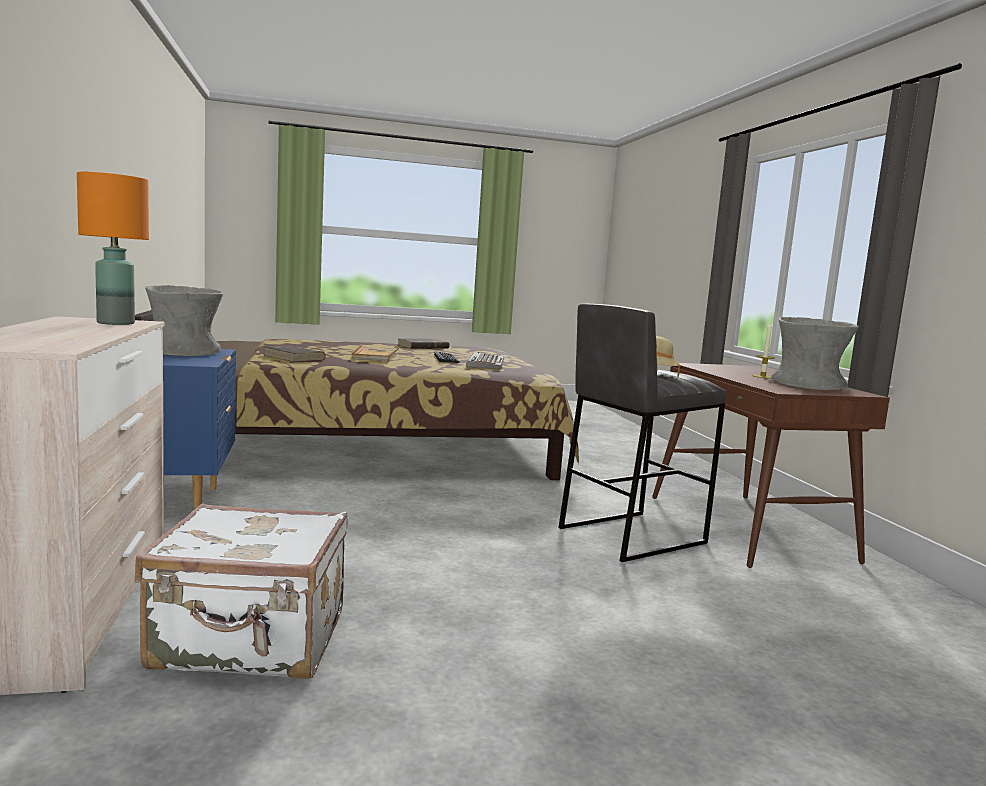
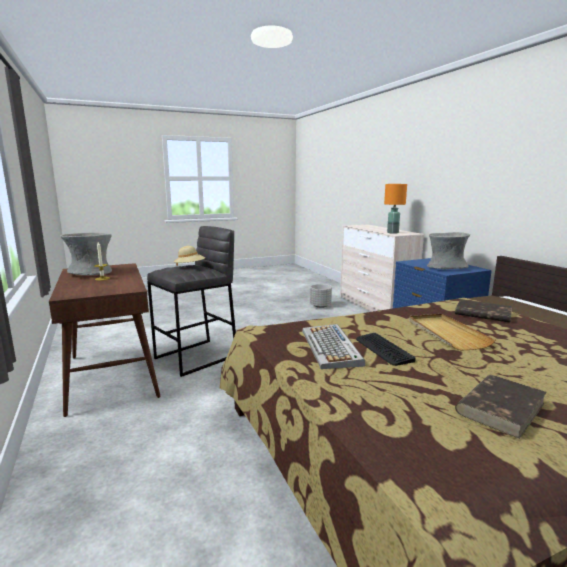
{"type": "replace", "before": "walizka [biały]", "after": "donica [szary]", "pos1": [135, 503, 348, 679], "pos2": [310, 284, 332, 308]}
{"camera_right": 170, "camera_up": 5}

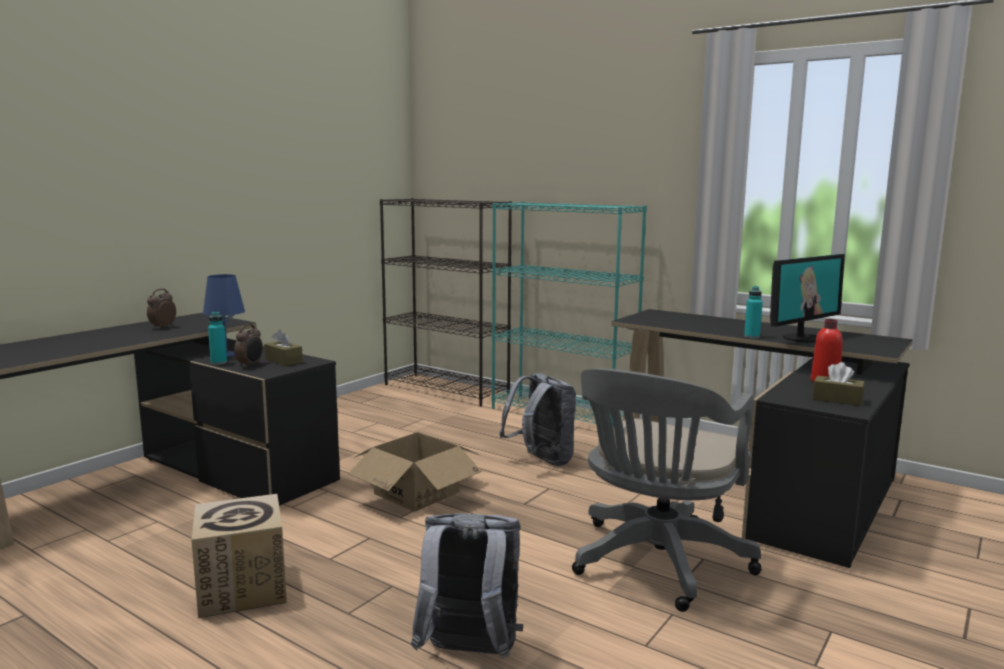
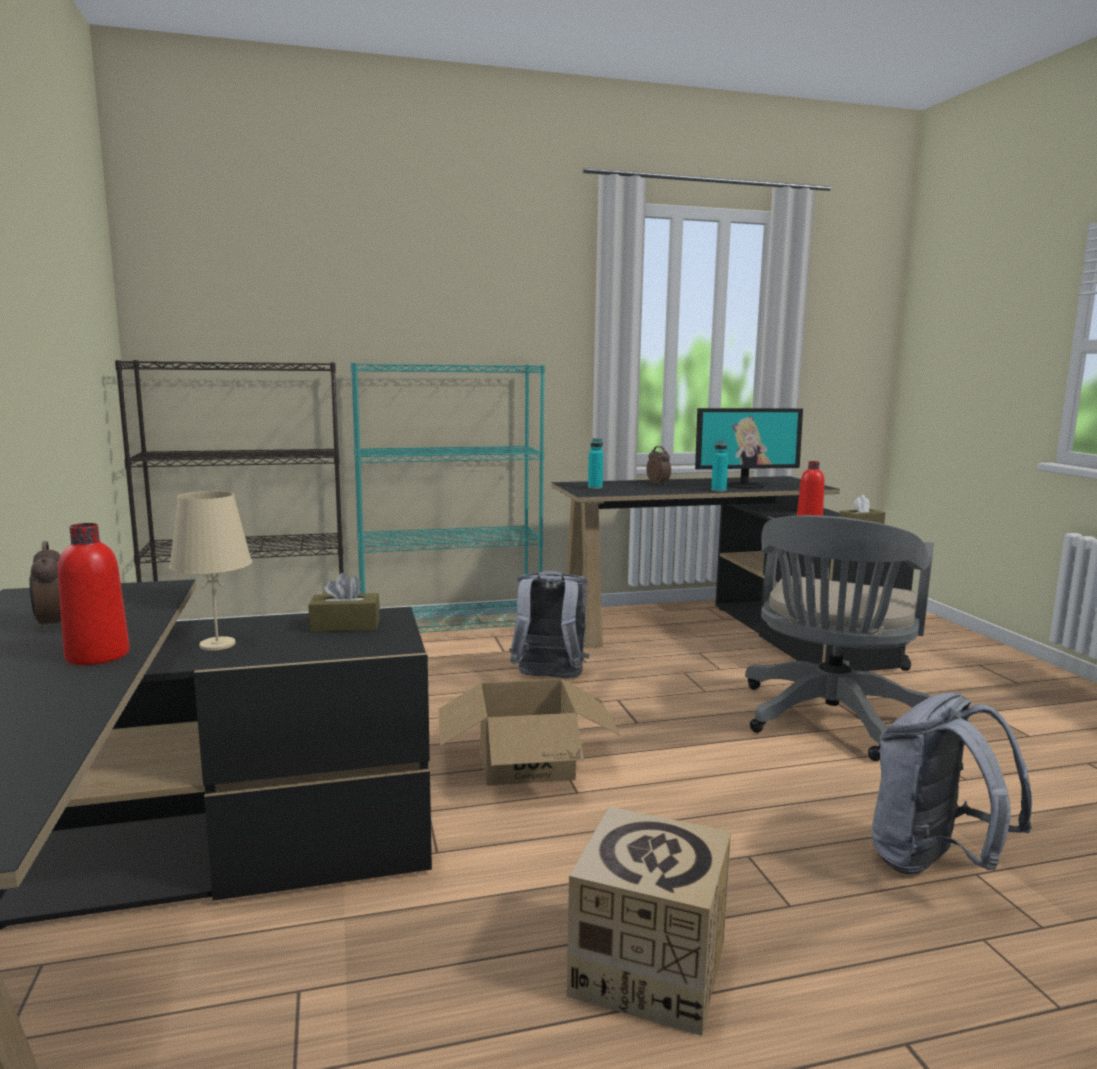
{"type": "rotate", "before": "monitor", "pos1": [770, 254, 845, 343], "pos2": [695, 408, 803, 489], "turn": 75}
{"type": "recolor", "before": "lampa stołowa [niebieski]", "after": "lampa stołowa [beżowy]", "pos1": [203, 274, 245, 357], "pos2": [169, 491, 252, 651]}
{"type": "move", "before": "butelka [turkusowy]", "pos1": [208, 312, 227, 365], "pos2": [588, 438, 604, 489]}
{"type": "move", "before": "budzik", "pos1": [234, 324, 263, 368], "pos2": [646, 446, 671, 486]}
{"type": "rotate", "before": "krzesło biurowe [szary]", "pos1": [572, 369, 762, 612], "pos2": [745, 515, 934, 761], "turn": 45}
{"type": "insert", "after": "butelka [czerwony]", "pos2": [58, 523, 130, 665]}
{"camera_right": -50, "camera_up": 0}

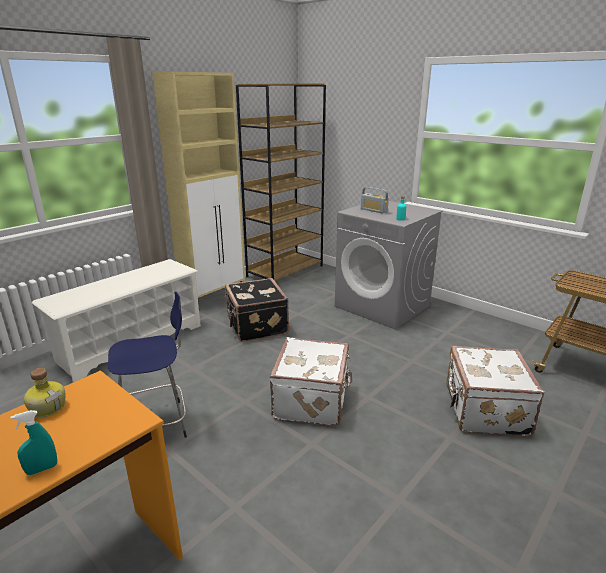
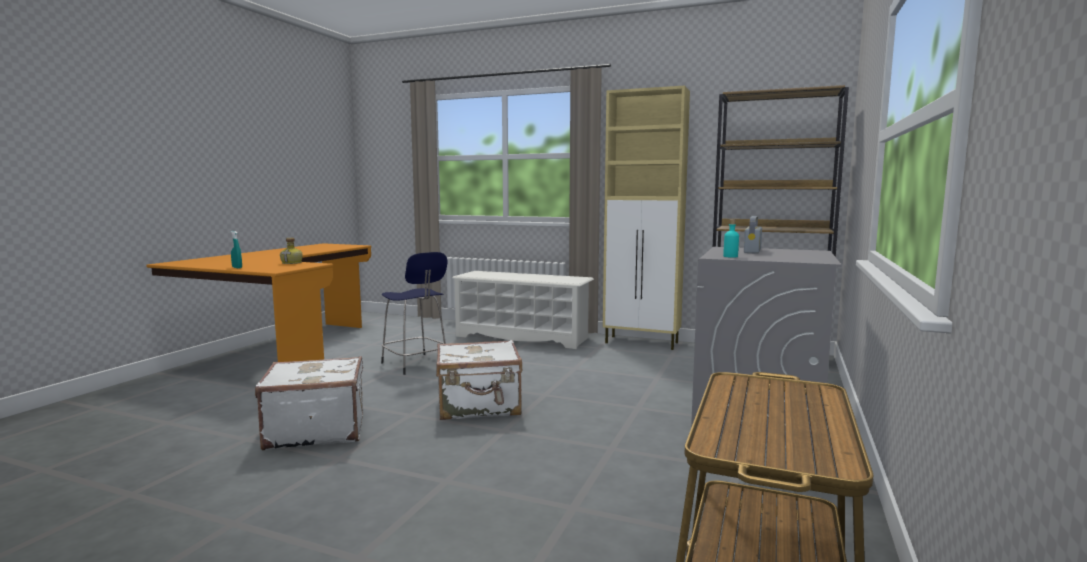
{"type": "delete", "before": "walizka [czarny]", "pos1": [225, 278, 289, 342]}
{"type": "move", "before": "walizka [biały]", "pos1": [446, 346, 544, 437], "pos2": [255, 356, 363, 451]}
{"camera_right": 70, "camera_up": -15}

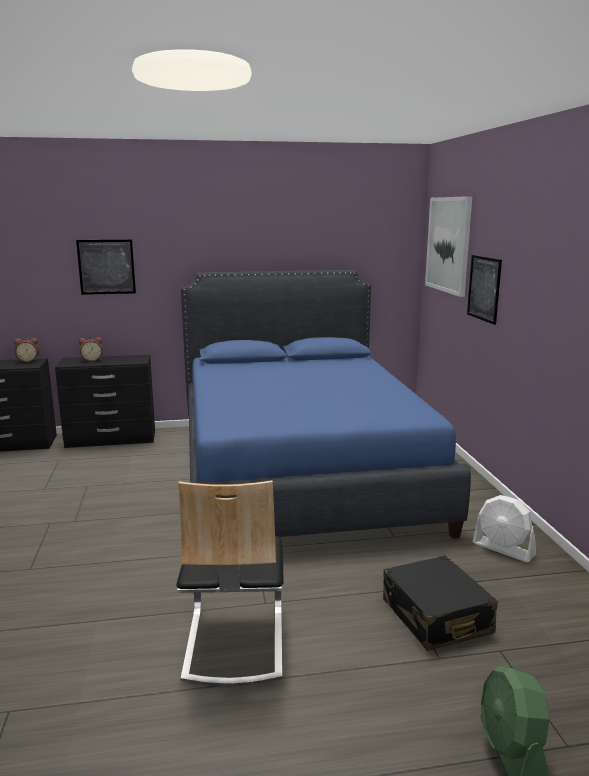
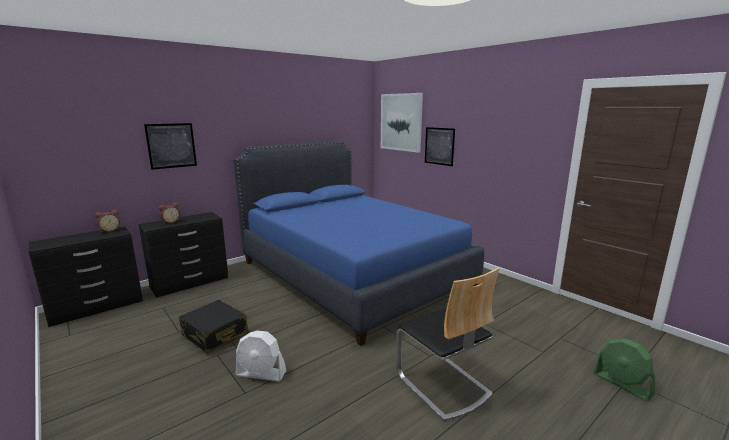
{"type": "move", "before": "wentylator [biały]", "pos1": [473, 495, 536, 562], "pos2": [235, 331, 286, 381]}
{"type": "move", "before": "walizka [czarny]", "pos1": [383, 555, 498, 651], "pos2": [179, 300, 249, 354]}
{"camera_right": -30, "camera_up": 0}

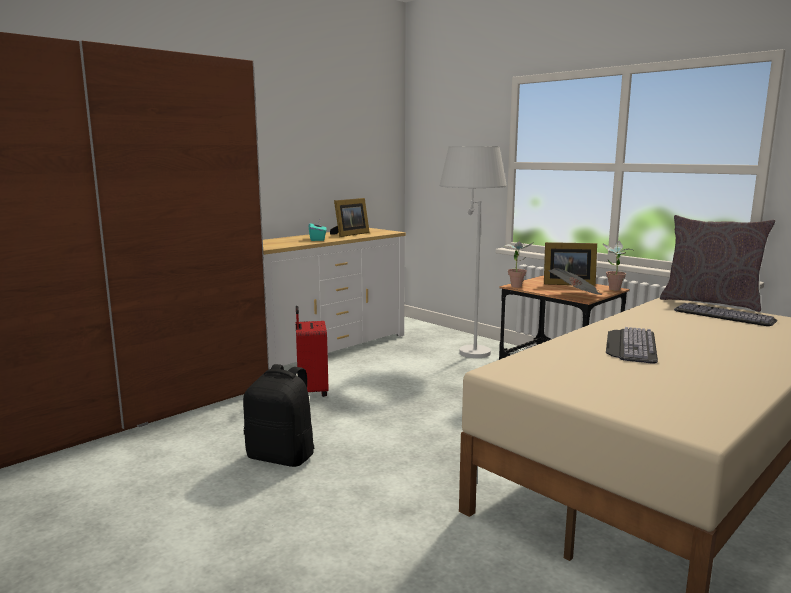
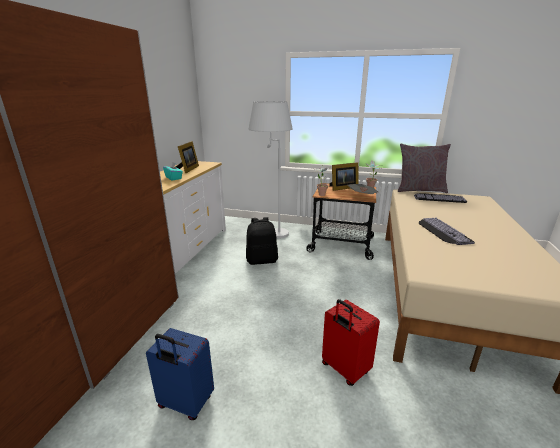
{"type": "move", "before": "walizka [czerwony]", "pos1": [295, 306, 329, 397], "pos2": [322, 299, 380, 386]}
{"type": "move", "before": "plecak [czarny]", "pos1": [243, 364, 315, 467], "pos2": [246, 217, 278, 265]}
{"type": "insert", "after": "walizka [niebieski]", "pos2": [146, 328, 214, 420]}
{"camera_right": -30, "camera_up": 10}

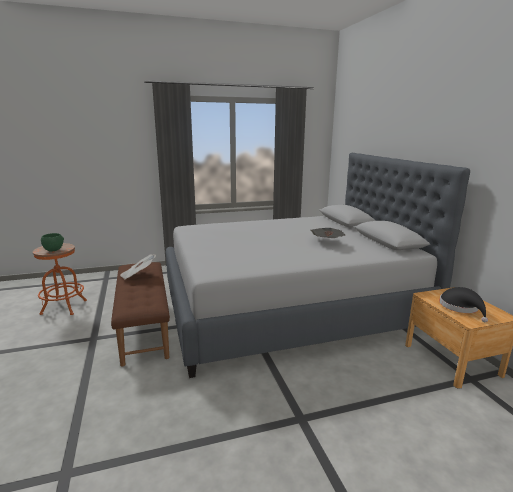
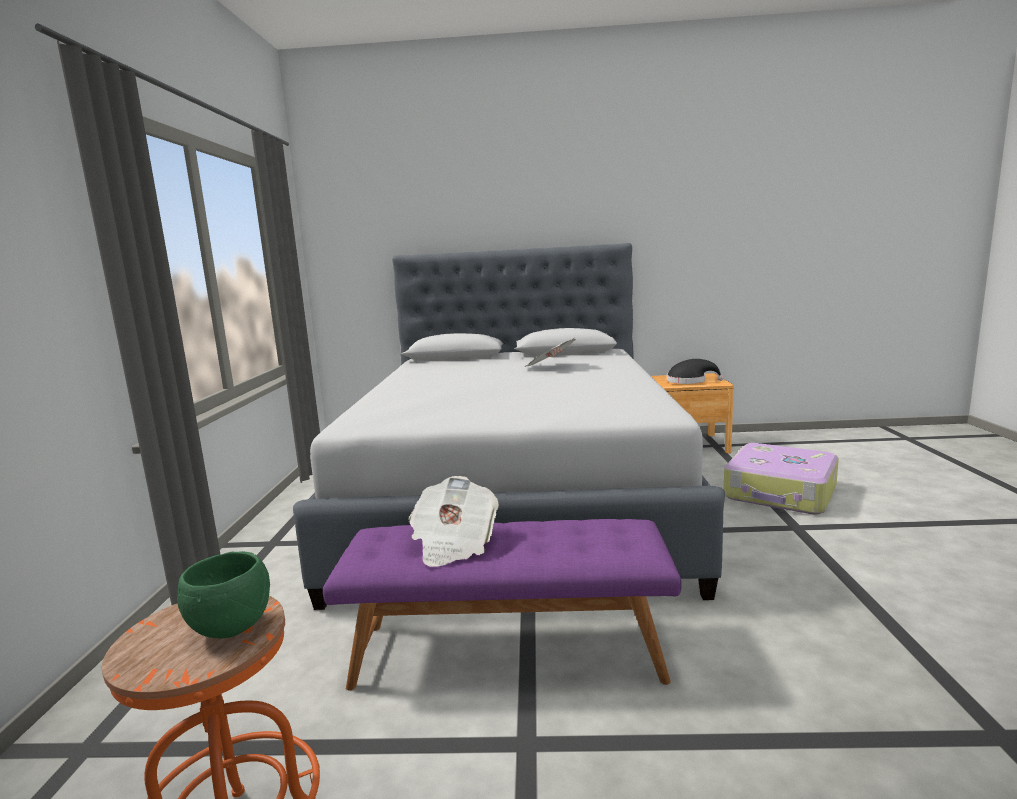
{"type": "recolor", "before": "ławka [brązowy]", "after": "ławka [fioletowy]", "pos1": [111, 262, 170, 366], "pos2": [323, 519, 682, 691]}
{"type": "insert", "after": "walizka", "pos2": [724, 443, 839, 515]}
{"camera_right": -70, "camera_up": -5}

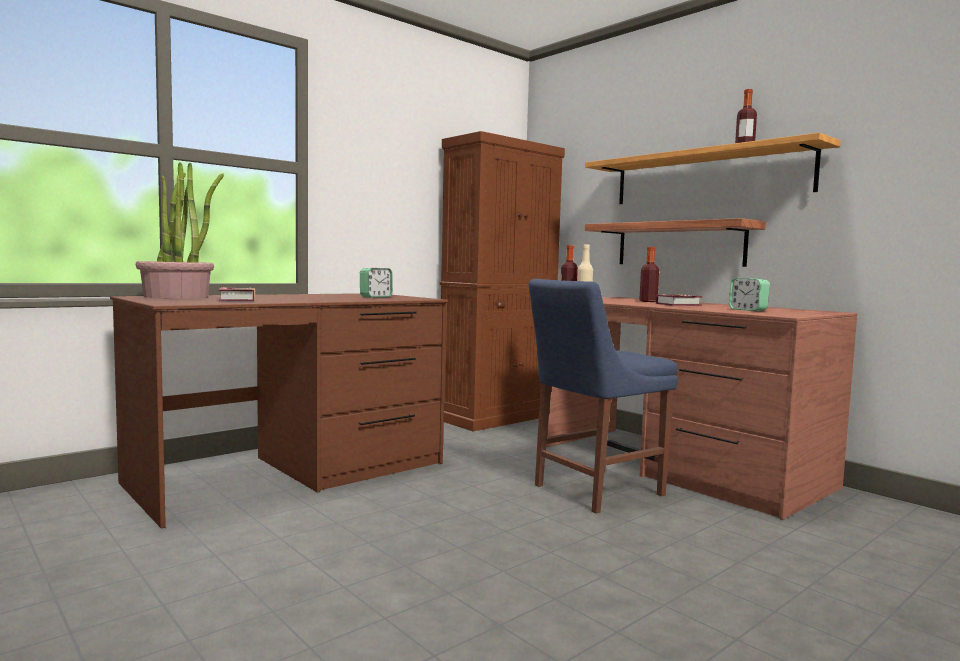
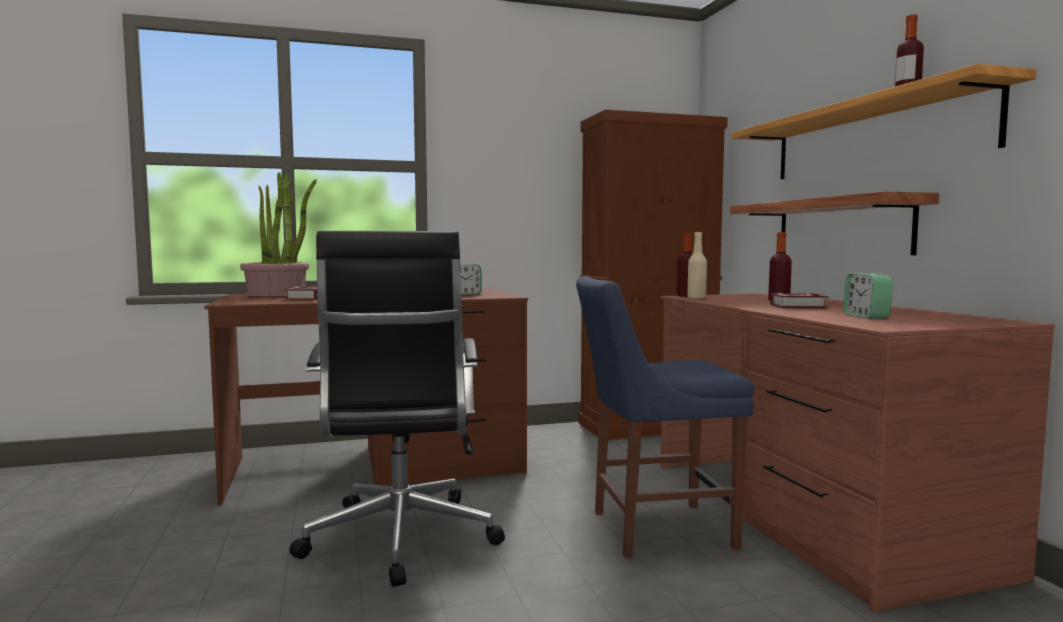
{"type": "insert", "after": "krzesło biurowe [czarny]", "pos2": [289, 231, 505, 587]}
{"camera_right": 25, "camera_up": 0}

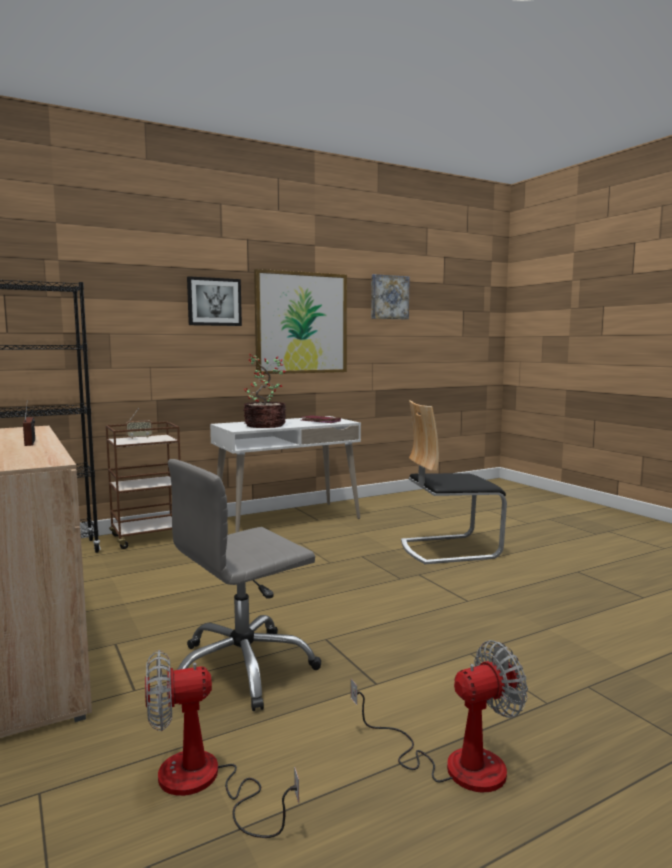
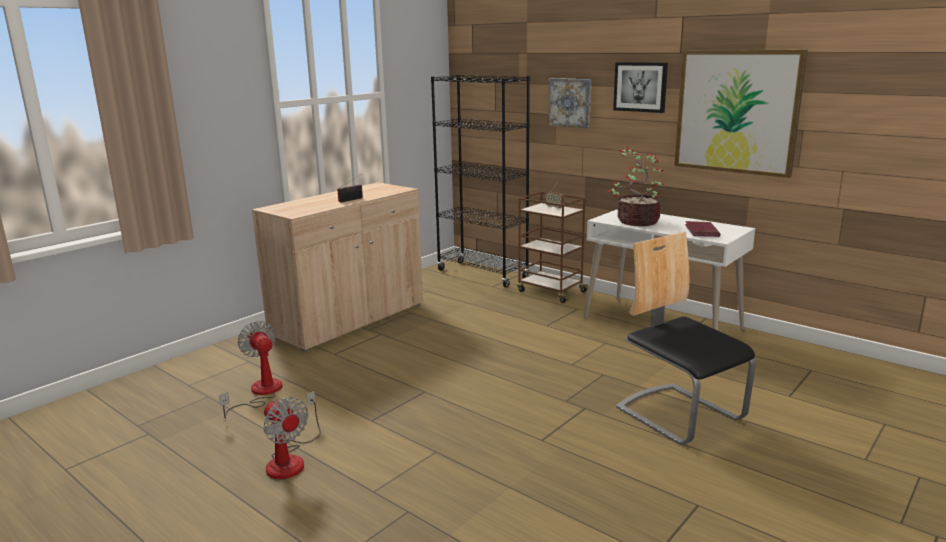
{"type": "move", "before": "obraz", "pos1": [371, 274, 410, 319], "pos2": [548, 78, 591, 128]}
{"type": "delete", "before": "krzesło biurowe [szary]", "pos1": [168, 459, 321, 711]}
{"camera_right": 70, "camera_up": 10}

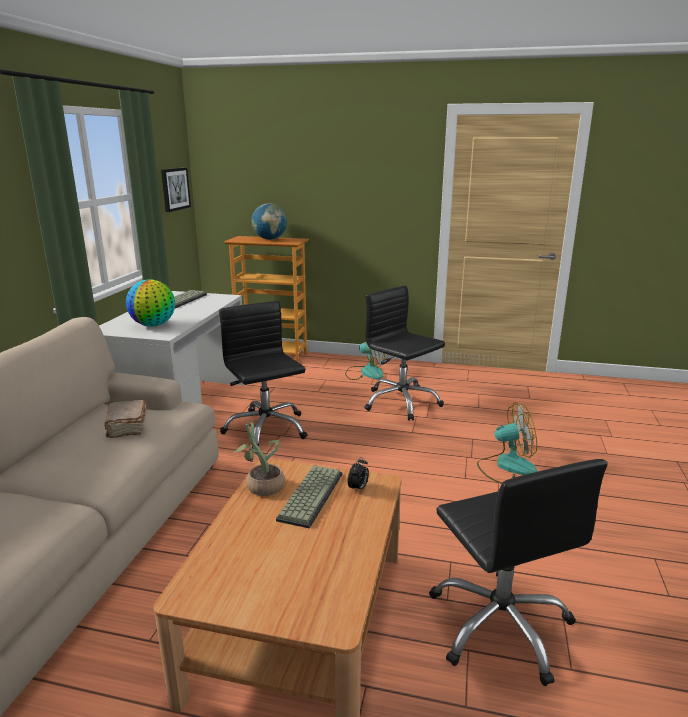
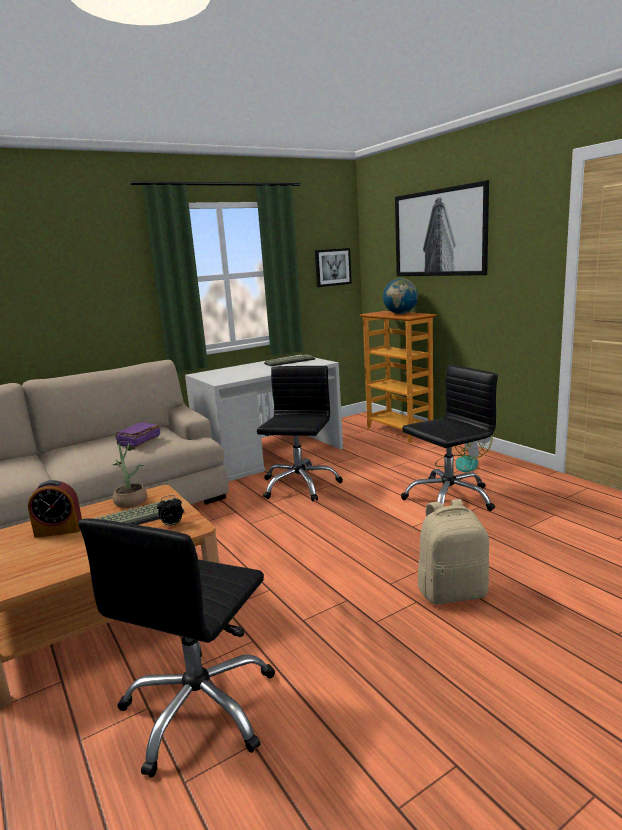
{"type": "delete", "before": "globus", "pos1": [126, 279, 175, 327]}
{"type": "rotate", "before": "krzesło biurowe [czarny]", "pos1": [364, 285, 445, 421], "pos2": [401, 365, 498, 511], "turn": 60}
{"type": "recolor", "before": "książka [brązowy]", "after": "książka [fioletowy]", "pos1": [104, 400, 146, 438], "pos2": [115, 422, 160, 447]}
{"type": "replace", "before": "wentylator", "after": "plecak [beżowy]", "pos1": [477, 402, 538, 484], "pos2": [418, 499, 489, 604]}
{"type": "insert", "after": "obraz", "pos2": [395, 180, 489, 276]}
{"type": "insert", "after": "budzik", "pos2": [28, 480, 82, 538]}
{"camera_right": 45, "camera_up": -5}

